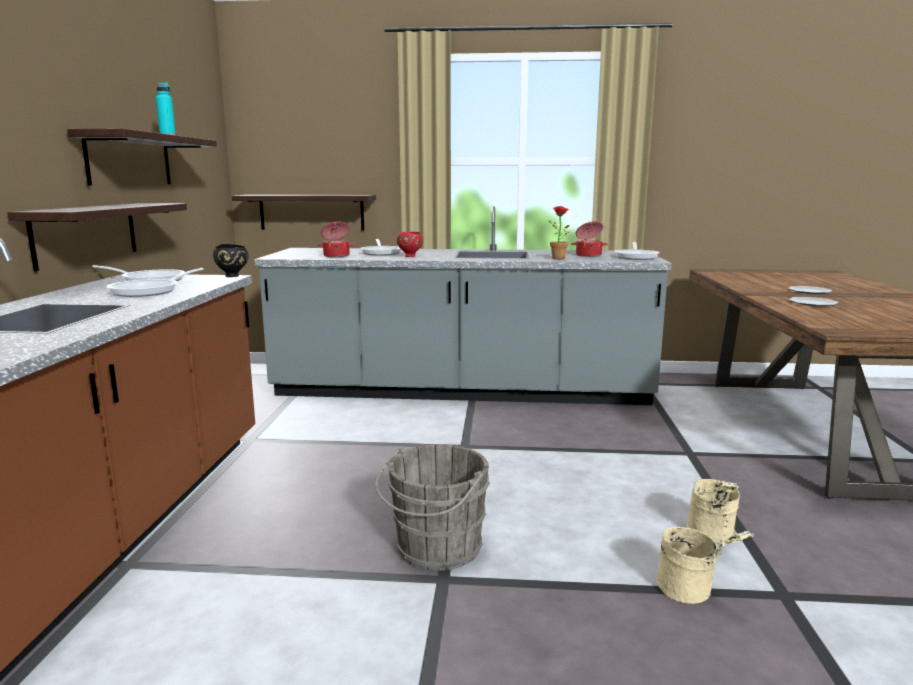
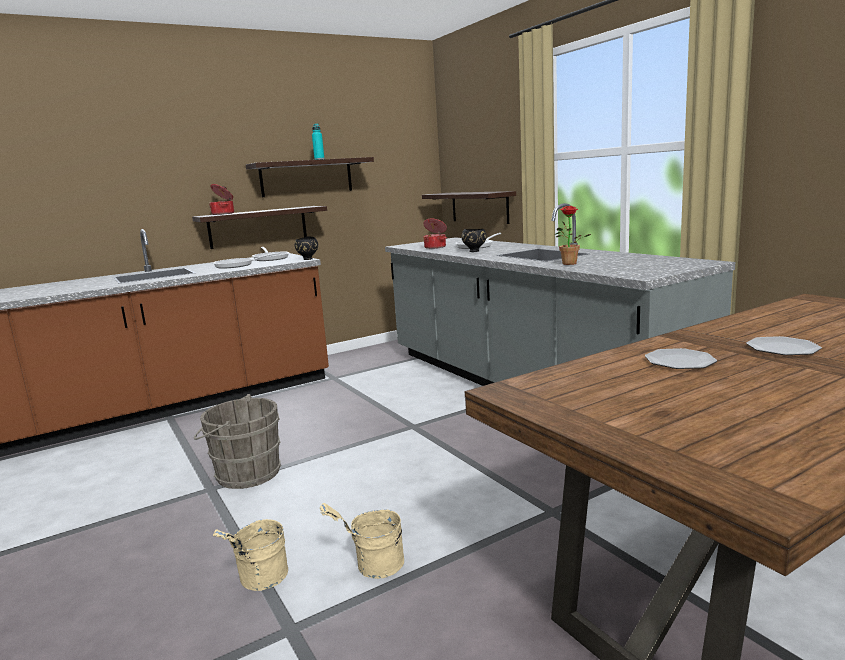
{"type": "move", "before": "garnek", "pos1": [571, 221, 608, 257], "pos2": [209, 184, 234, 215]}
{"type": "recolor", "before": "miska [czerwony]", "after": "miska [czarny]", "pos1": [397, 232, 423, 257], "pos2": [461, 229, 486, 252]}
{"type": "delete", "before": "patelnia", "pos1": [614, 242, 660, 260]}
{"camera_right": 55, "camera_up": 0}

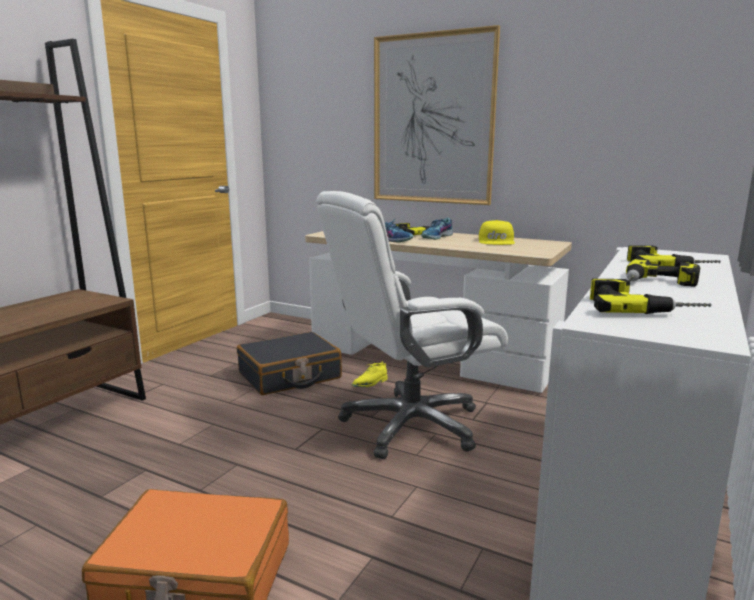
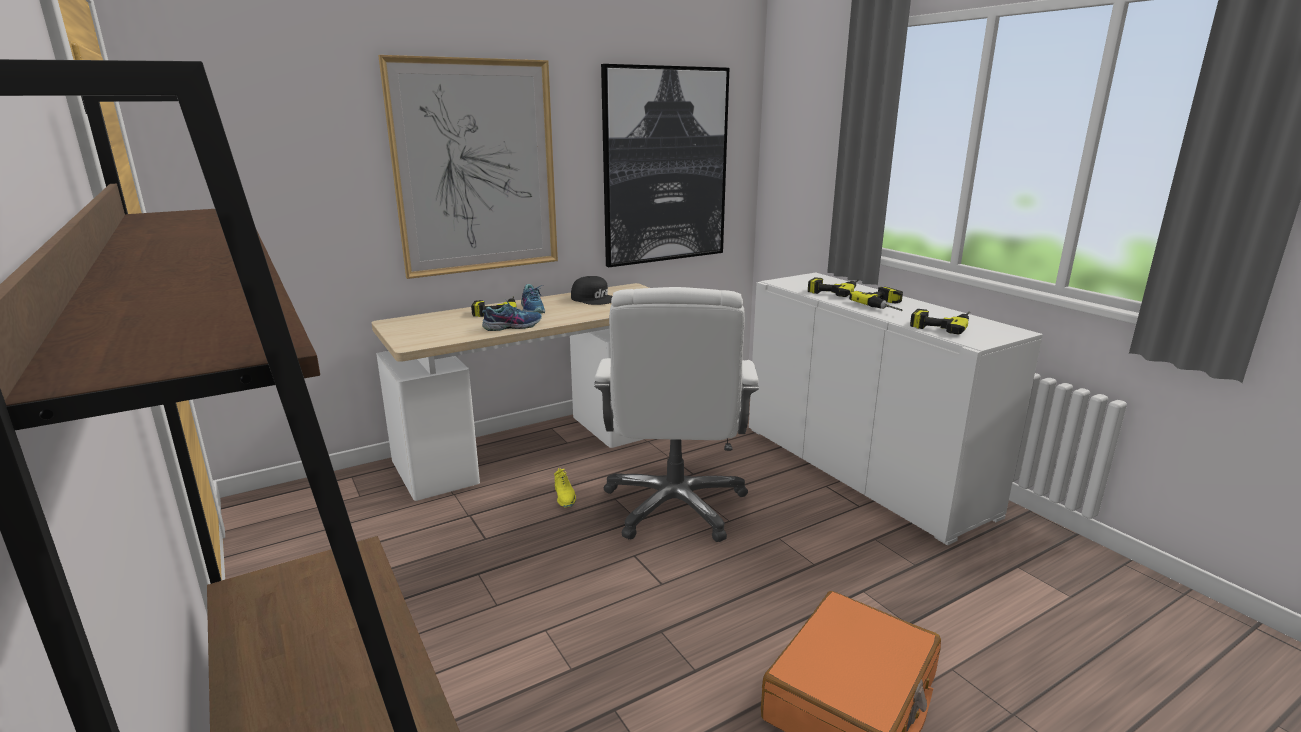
{"type": "recolor", "before": "czapka z daszkiem [żółty]", "after": "czapka z daszkiem [czarny]", "pos1": [479, 220, 515, 245], "pos2": [571, 276, 612, 305]}
{"type": "delete", "before": "walizka [czarny]", "pos1": [237, 332, 342, 395]}
{"type": "insert", "after": "obraz", "pos2": [601, 64, 729, 267]}
{"camera_right": -60, "camera_up": 5}

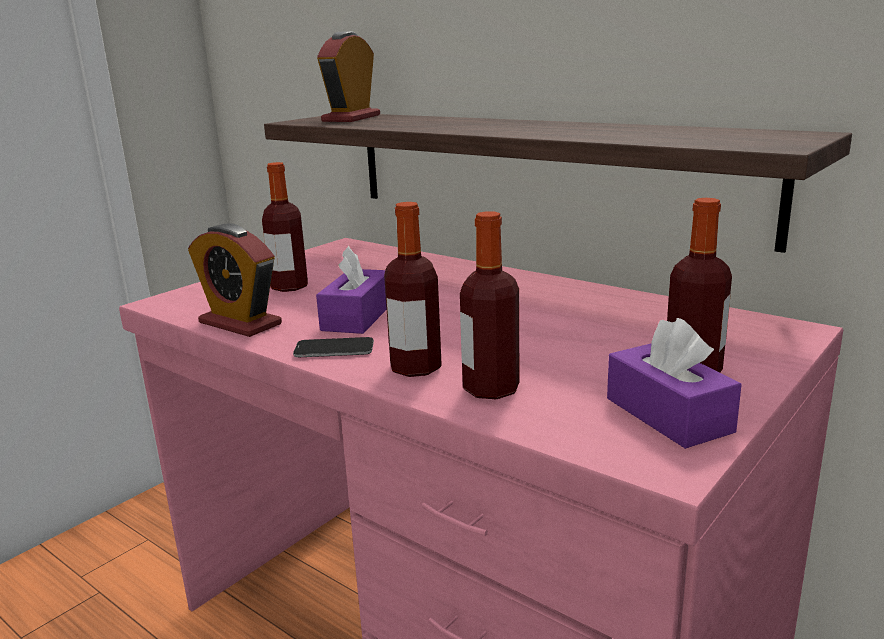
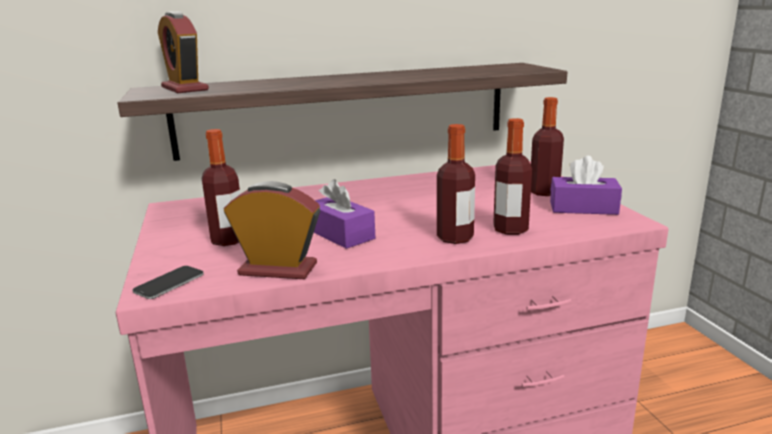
{"type": "rotate", "before": "budzik", "pos1": [188, 224, 282, 337], "pos2": [224, 181, 320, 279], "turn": -150}
{"type": "move", "before": "telefon", "pos1": [293, 337, 374, 357], "pos2": [133, 266, 204, 299]}
{"camera_right": -55, "camera_up": 0}

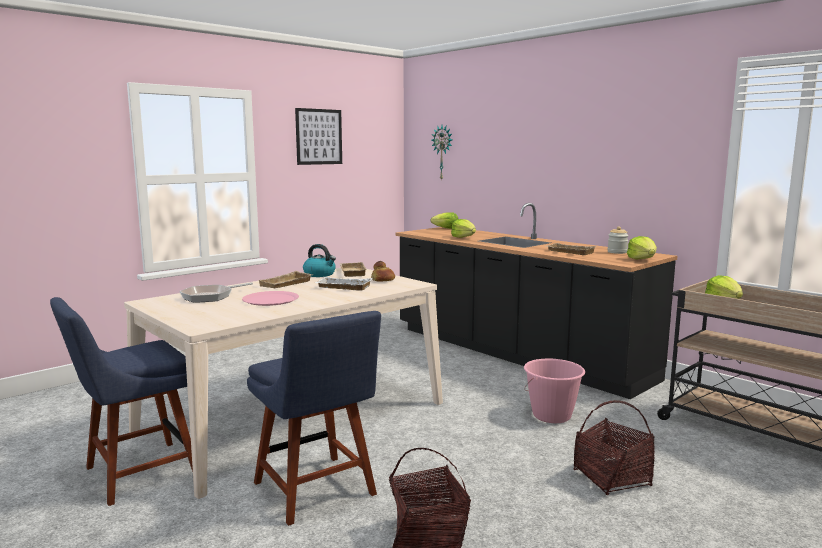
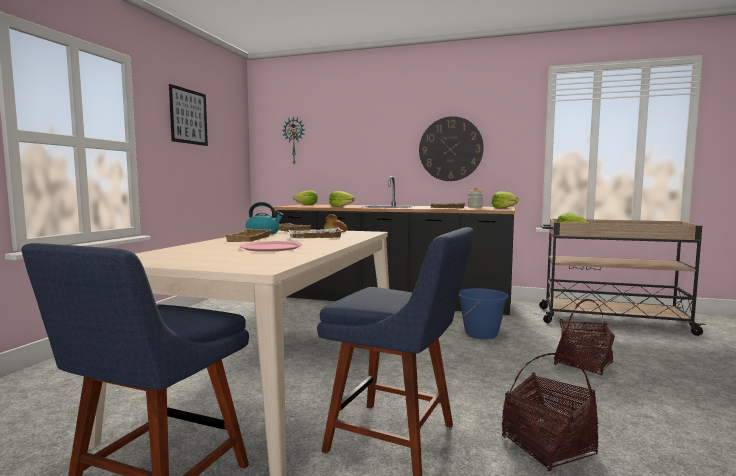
{"type": "delete", "before": "patelnia", "pos1": [179, 282, 253, 303]}
{"type": "recolor", "before": "wiadro [różowy]", "after": "wiadro [niebieski]", "pos1": [524, 359, 585, 423], "pos2": [459, 288, 509, 339]}
{"type": "insert", "after": "zegar ścienny", "pos2": [419, 116, 484, 181]}
{"camera_right": -30, "camera_up": -5}

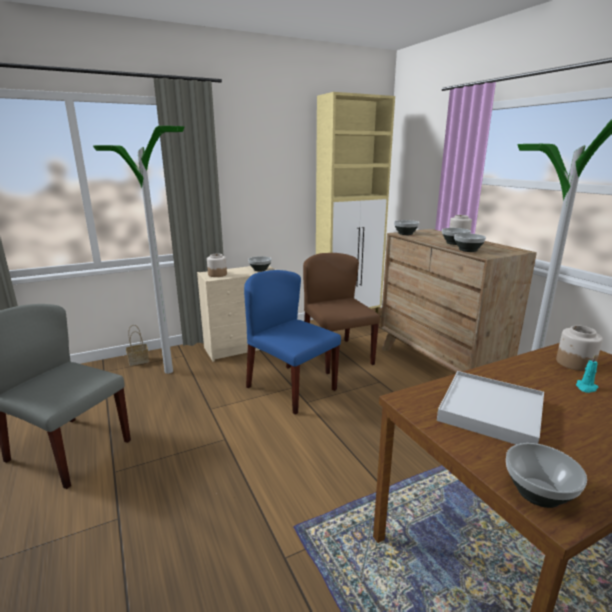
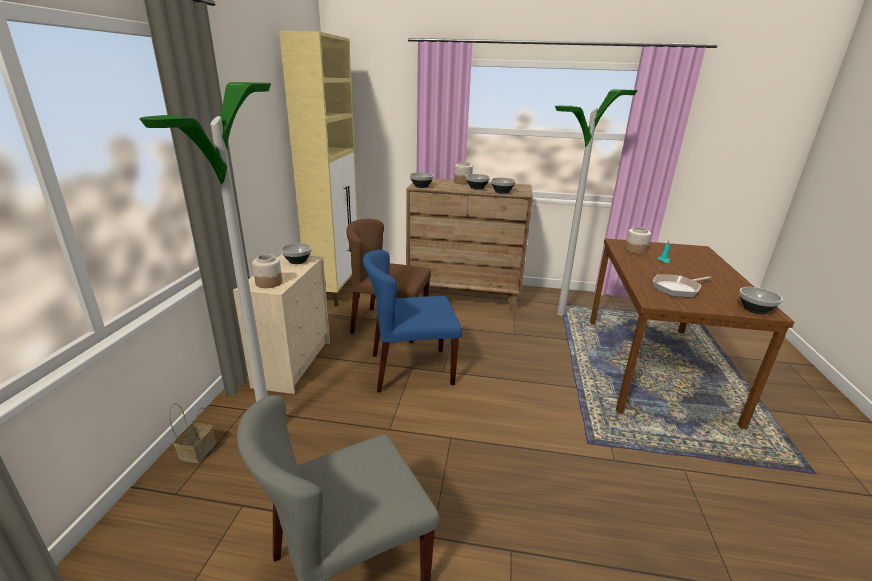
{"type": "replace", "before": "taca [biały]", "after": "patelnia", "pos1": [437, 371, 544, 444], "pos2": [653, 274, 711, 297]}
{"camera_right": -55, "camera_up": 5}

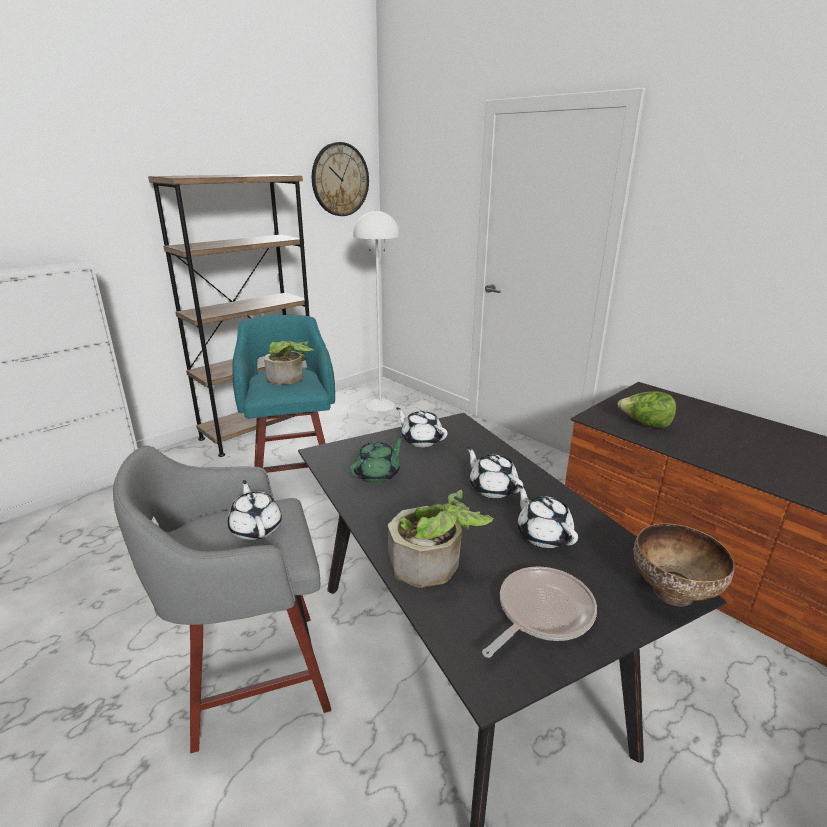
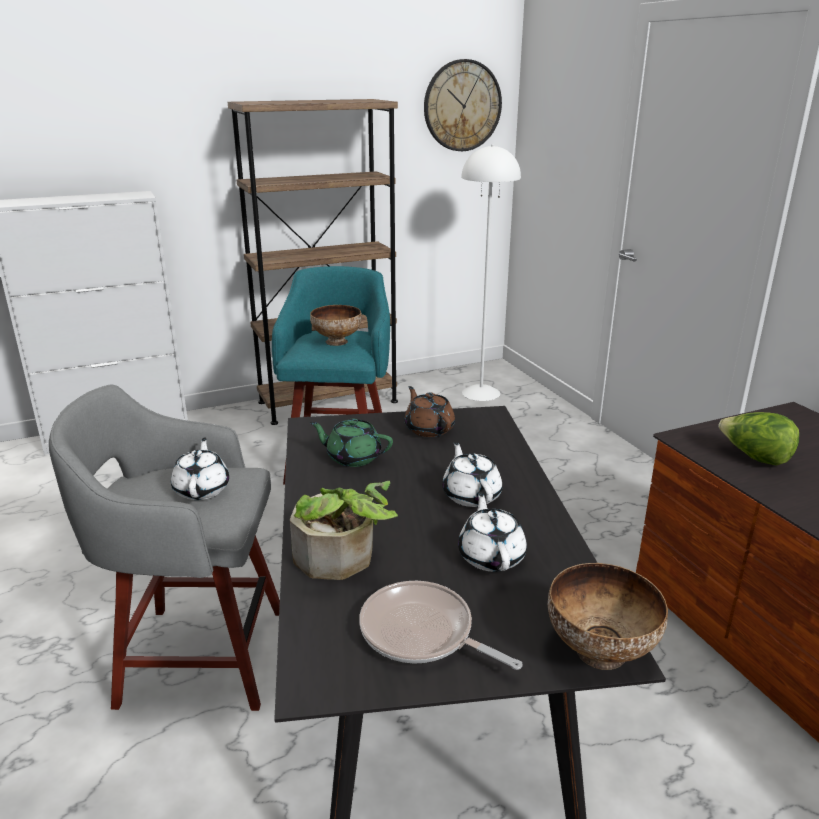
{"type": "replace", "before": "roślina doniczkowa", "after": "miska", "pos1": [264, 341, 314, 385], "pos2": [310, 305, 362, 346]}
{"type": "recolor", "before": "imbryk [biały]", "after": "imbryk [brązowy]", "pos1": [396, 408, 448, 447], "pos2": [405, 386, 455, 437]}
{"type": "rotate", "before": "imbryk [zielony]", "pos1": [349, 436, 404, 483], "pos2": [310, 418, 393, 467], "turn": -135}
{"type": "rotate", "before": "patelnia", "pos1": [482, 566, 597, 658], "pos2": [359, 581, 523, 670], "turn": -120}
{"camera_right": 20, "camera_up": 0}

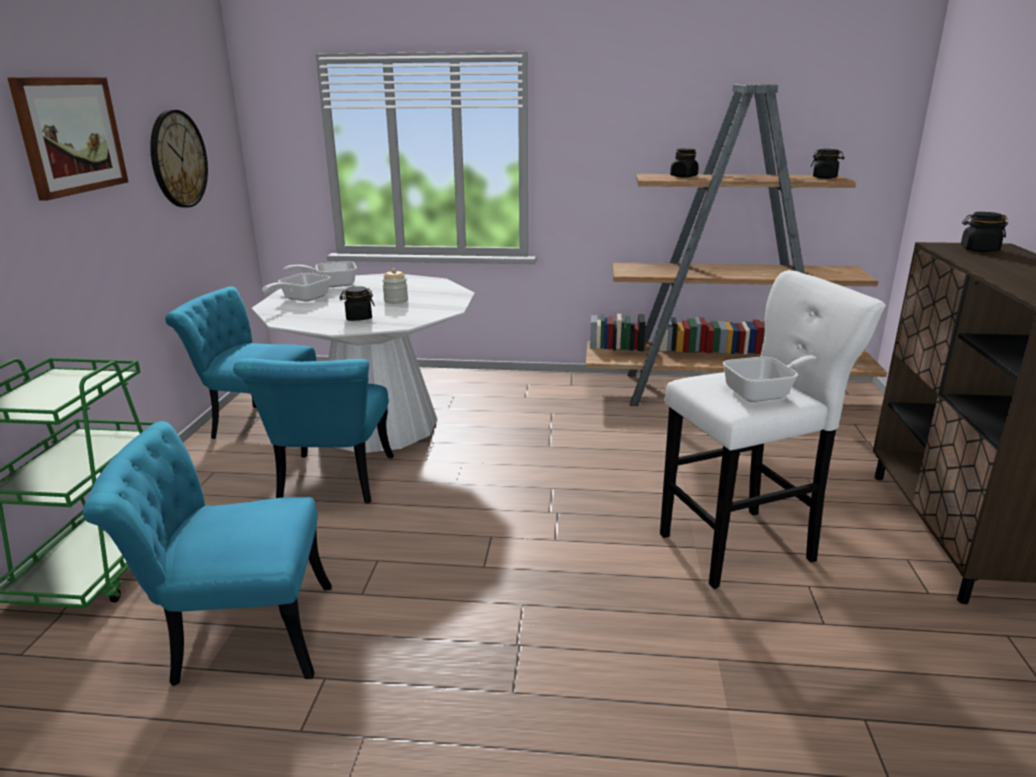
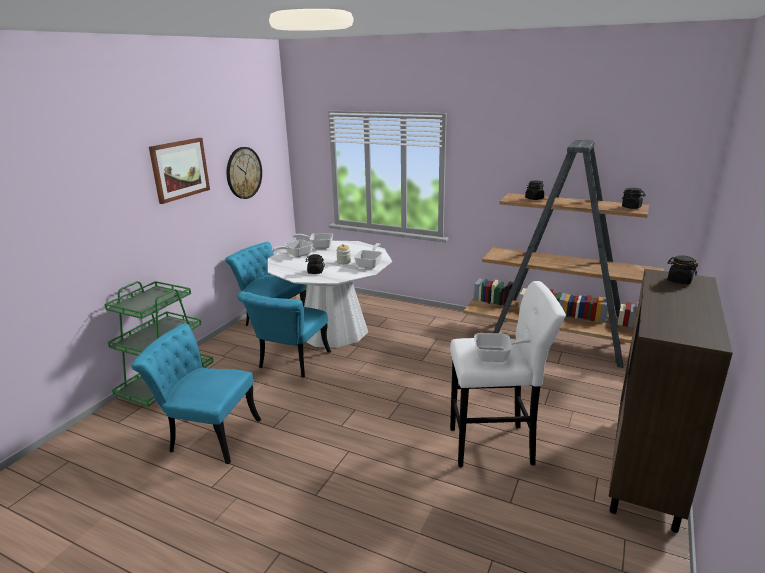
{"type": "insert", "after": "patelnia", "pos2": [354, 243, 382, 269]}
{"camera_right": 20, "camera_up": 0}

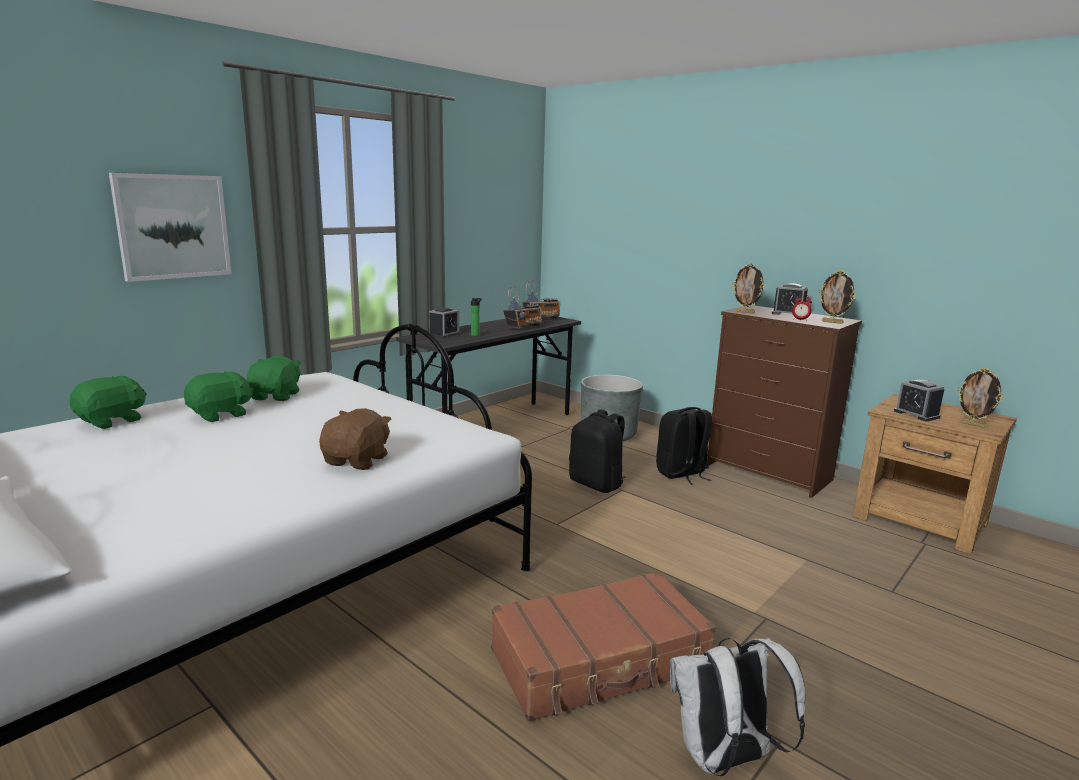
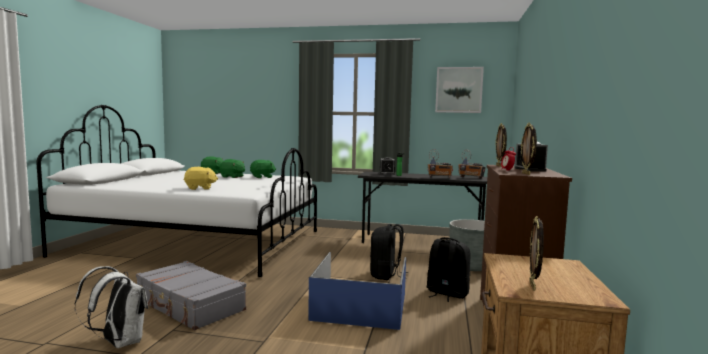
{"type": "move", "before": "obraz", "pos1": [109, 173, 232, 282], "pos2": [435, 67, 484, 113]}
{"type": "delete", "before": "budzik", "pos1": [894, 380, 944, 421]}
{"type": "recolor", "before": "pluszak [brązowy]", "after": "pluszak [żółty]", "pos1": [319, 409, 391, 470], "pos2": [184, 167, 218, 190]}
{"type": "recolor", "before": "walizka [brązowy]", "after": "walizka [szary]", "pos1": [491, 571, 716, 722], "pos2": [136, 261, 246, 330]}
{"type": "insert", "after": "pojemnik do przechowywania [niebieski]", "pos2": [308, 252, 406, 330]}
{"camera_right": 60, "camera_up": -10}

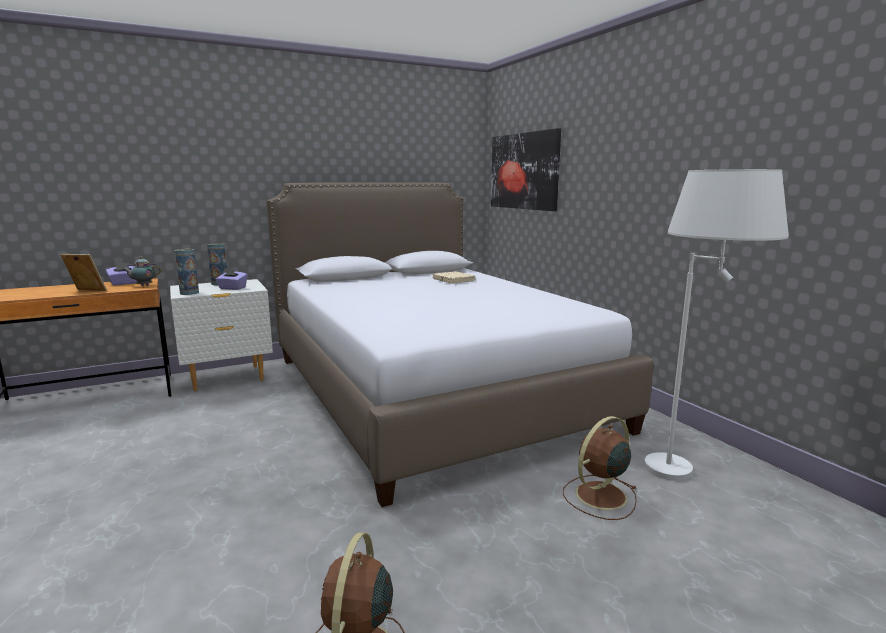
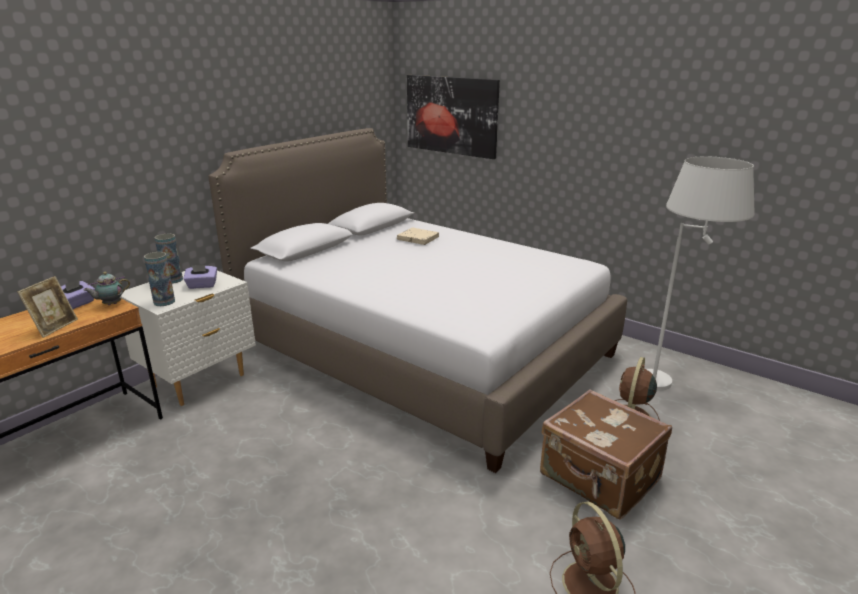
{"type": "rotate", "before": "ramka na zdjęcie", "pos1": [60, 254, 107, 291], "pos2": [18, 276, 78, 338], "turn": 120}
{"type": "insert", "after": "walizka [brązowy]", "pos2": [540, 389, 672, 520]}
{"camera_right": -25, "camera_up": 10}

